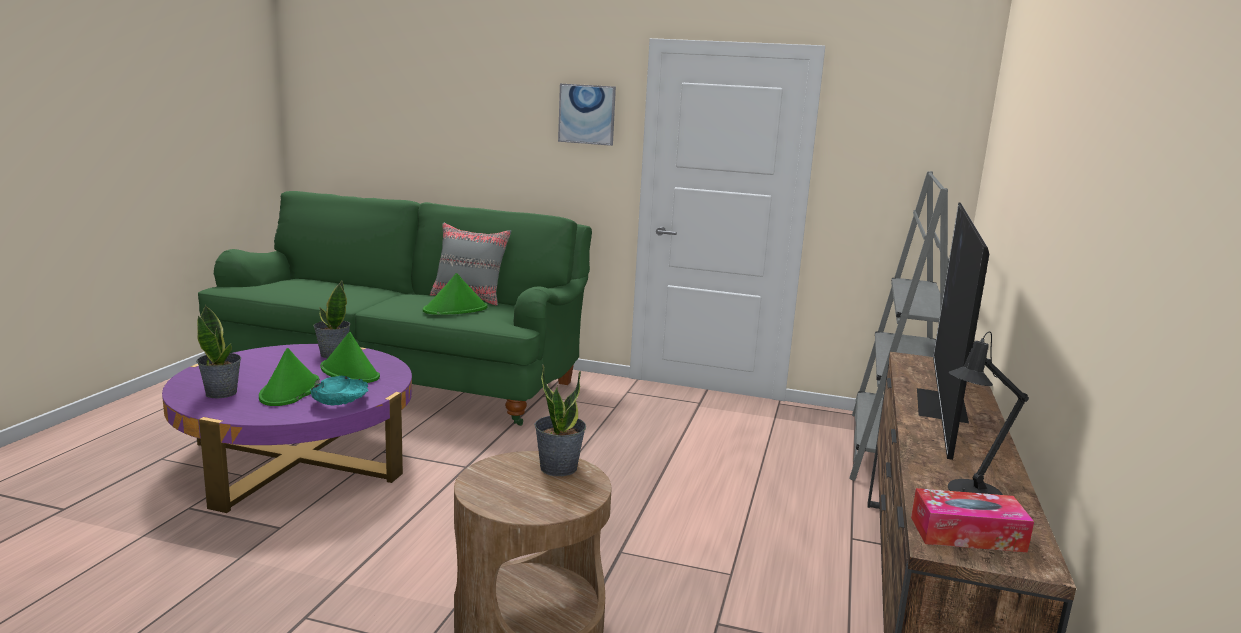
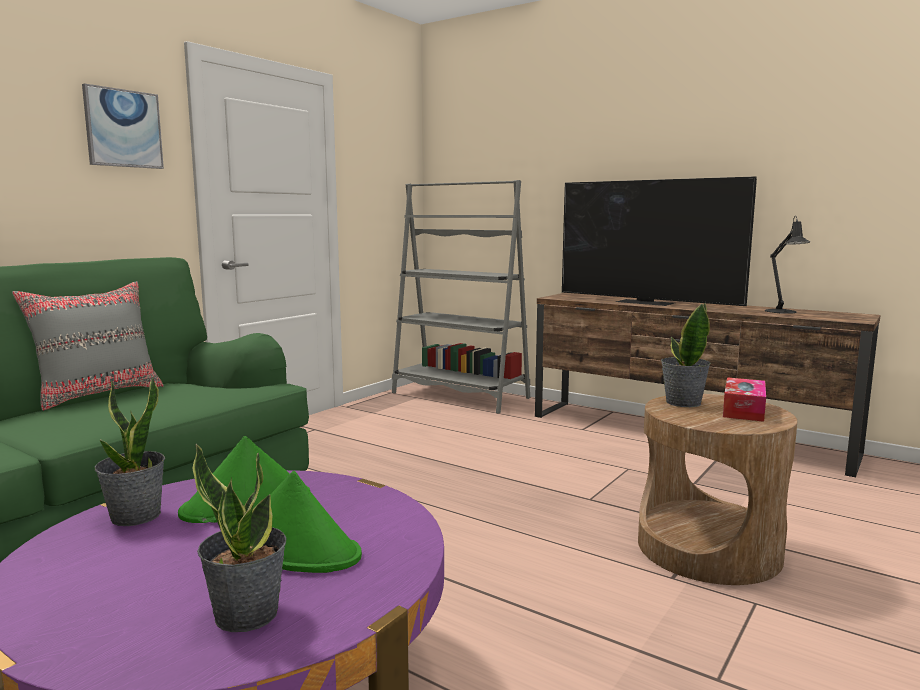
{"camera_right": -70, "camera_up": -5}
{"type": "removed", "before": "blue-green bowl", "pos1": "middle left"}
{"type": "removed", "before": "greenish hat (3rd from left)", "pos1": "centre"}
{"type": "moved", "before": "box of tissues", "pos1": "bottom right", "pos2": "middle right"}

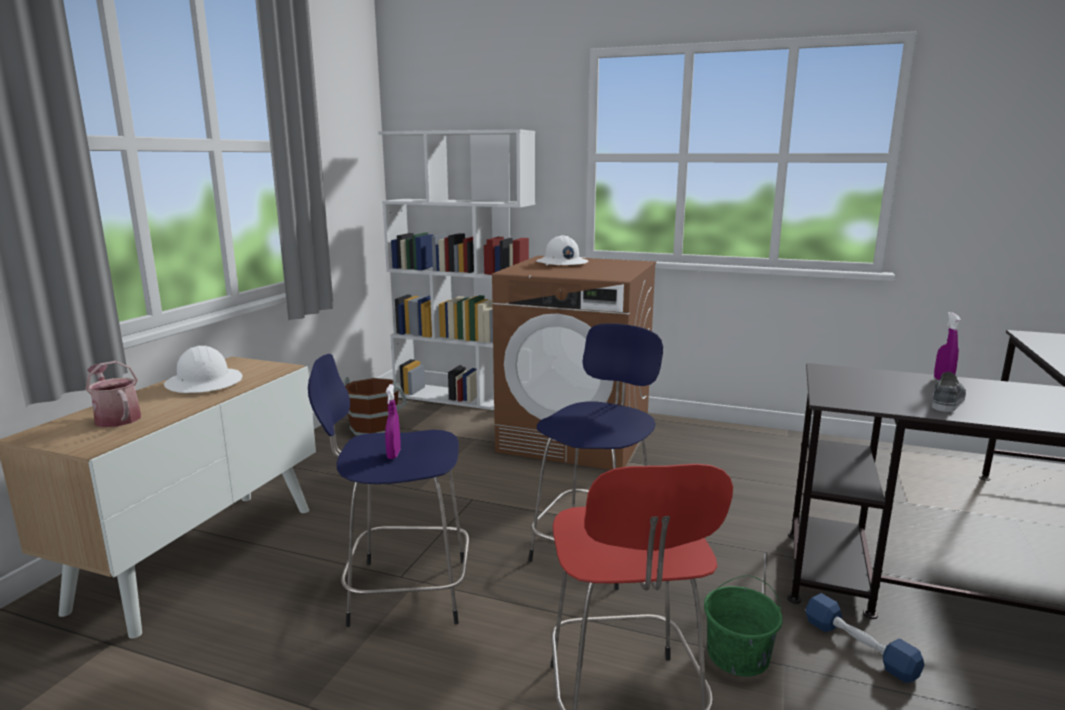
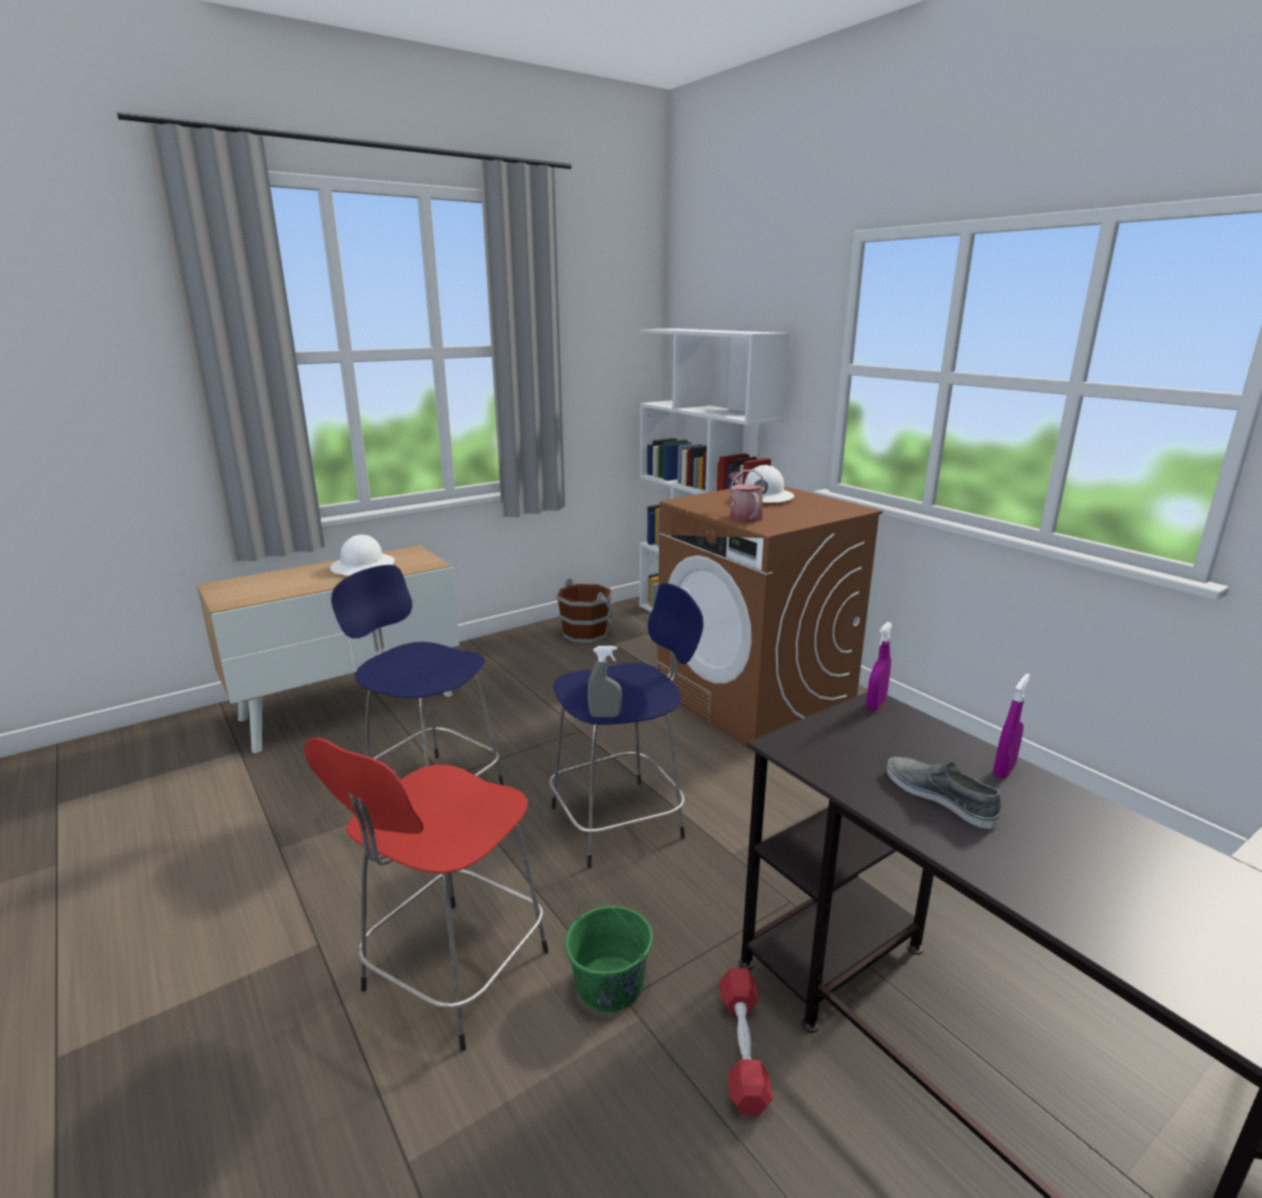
{"camera_right": 35, "camera_up": 5}
{"type": "moved", "before": "watering can", "pos1": "middle left", "pos2": "centre"}
{"type": "moved", "before": "purple-coloured sprayer (1st from left)", "pos1": "centre", "pos2": "middle right"}
{"type": "recoloured", "before": "blue free weight", "after": "red free weight", "pos1": "bottom right", "pos2": "bottom centre"}
{"type": "turned", "before": "grey item of footwear", "pos1": "middle right", "pos2": "middle right", "turn": -105}
{"type": "added", "after": "grey sprayer", "pos2": "centre"}

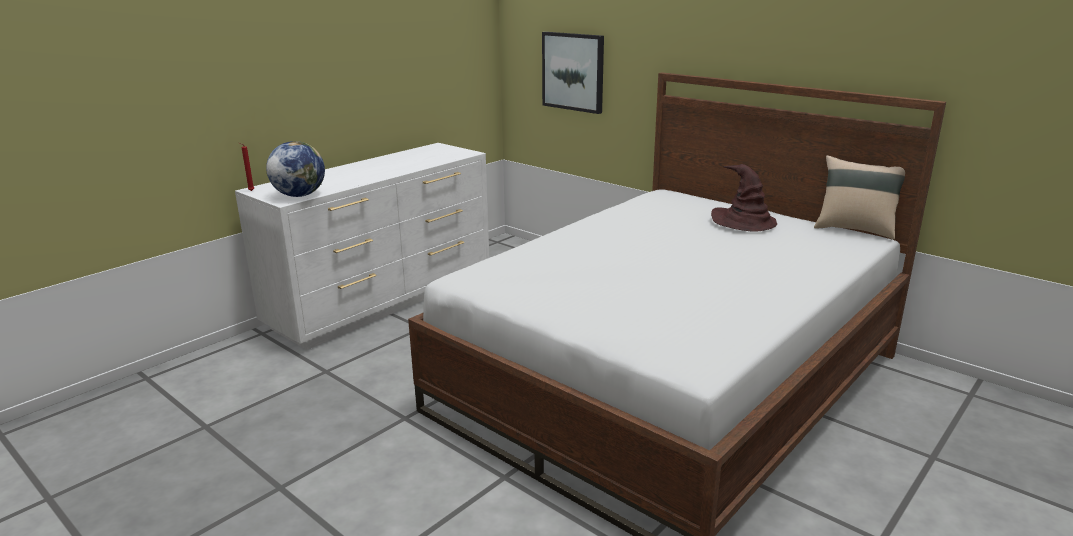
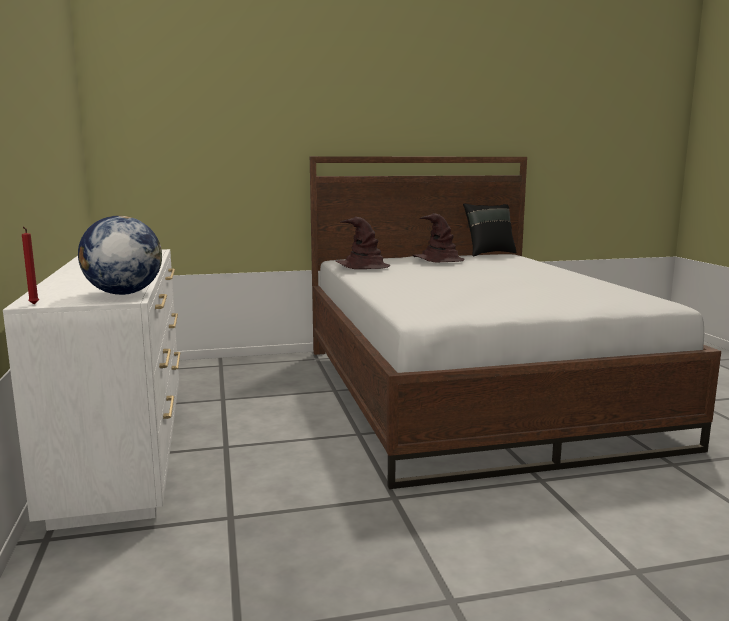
{"camera_right": -55, "camera_up": -10}
{"type": "removed", "before": "wall picture", "pos1": "top centre"}
{"type": "recoloured", "before": "beige cushion", "after": "black cushion", "pos1": "middle right", "pos2": "middle right"}
{"type": "added", "after": "brown-coloured hat (1st from left)", "pos2": "centre"}

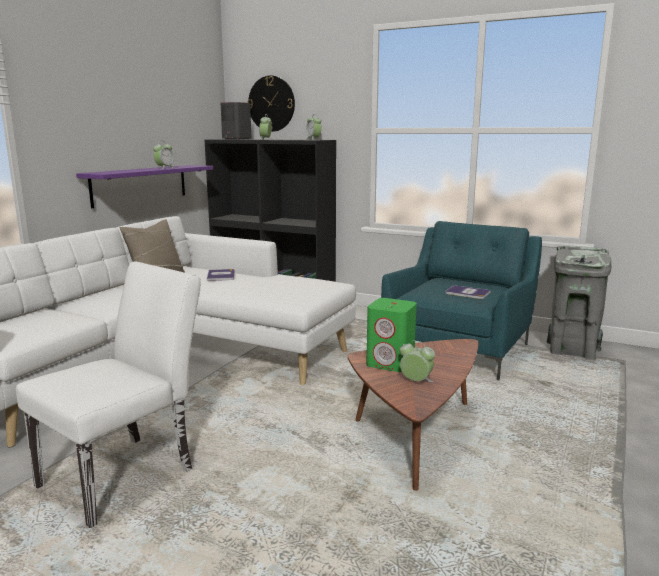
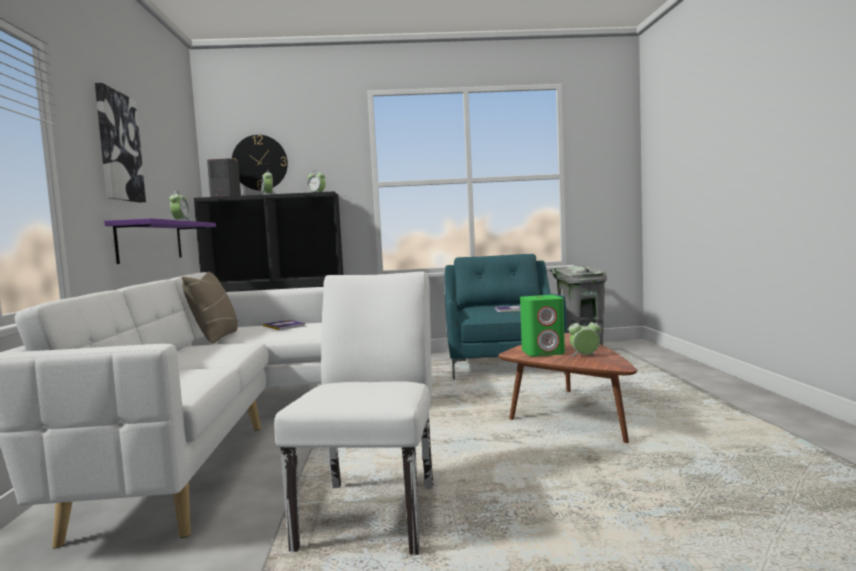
{"camera_right": -30, "camera_up": -10}
{"type": "added", "after": "wall picture", "pos2": "top left"}

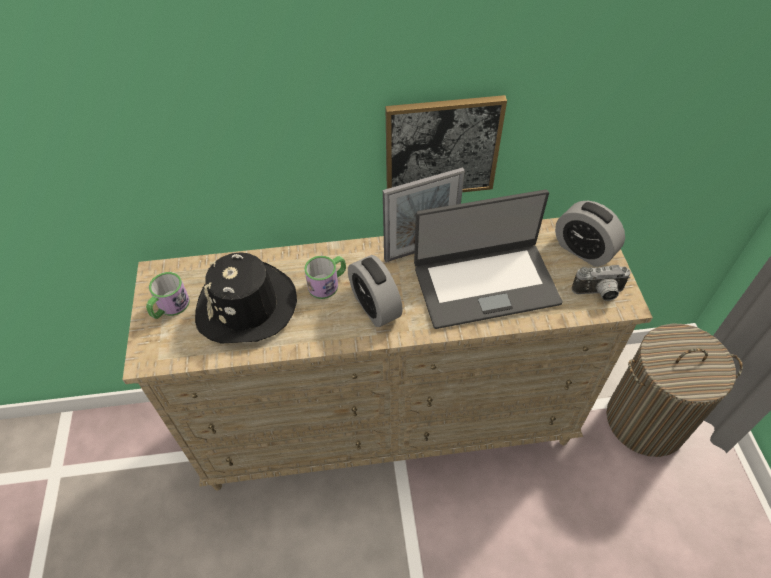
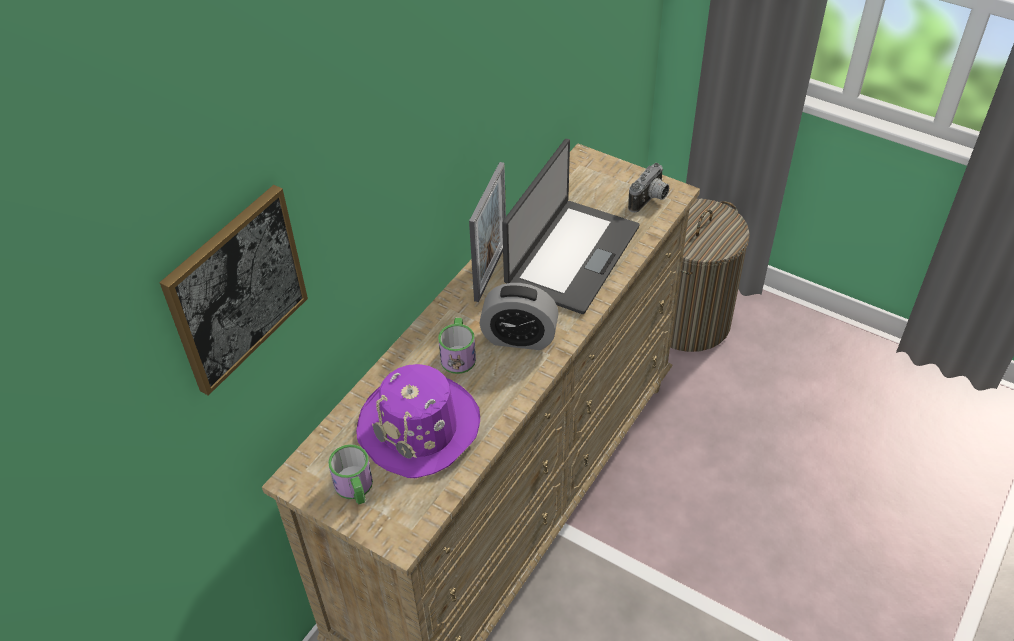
{"camera_right": -50, "camera_up": -5}
{"type": "recoloured", "before": "black hat", "after": "purple-coloured hat", "pos1": "middle left", "pos2": "centre"}
{"type": "moved", "before": "wall picture", "pos1": "top centre", "pos2": "middle left"}
{"type": "removed", "before": "table clock (2nd from left)", "pos1": "middle right"}

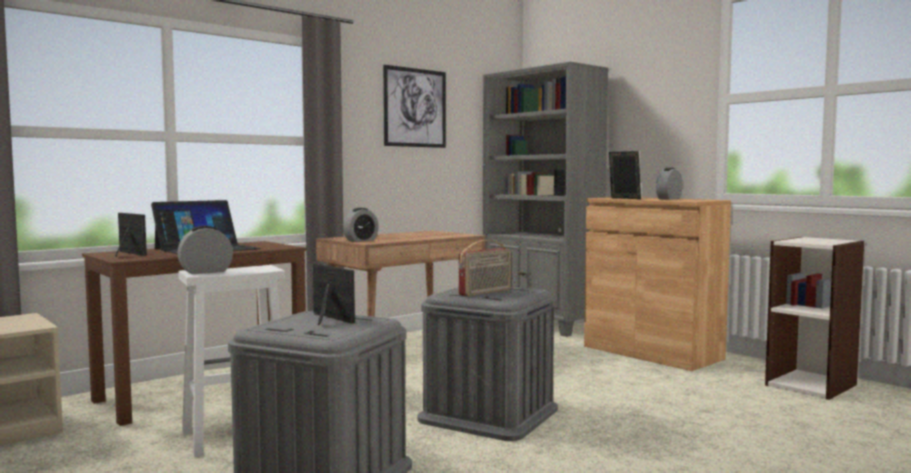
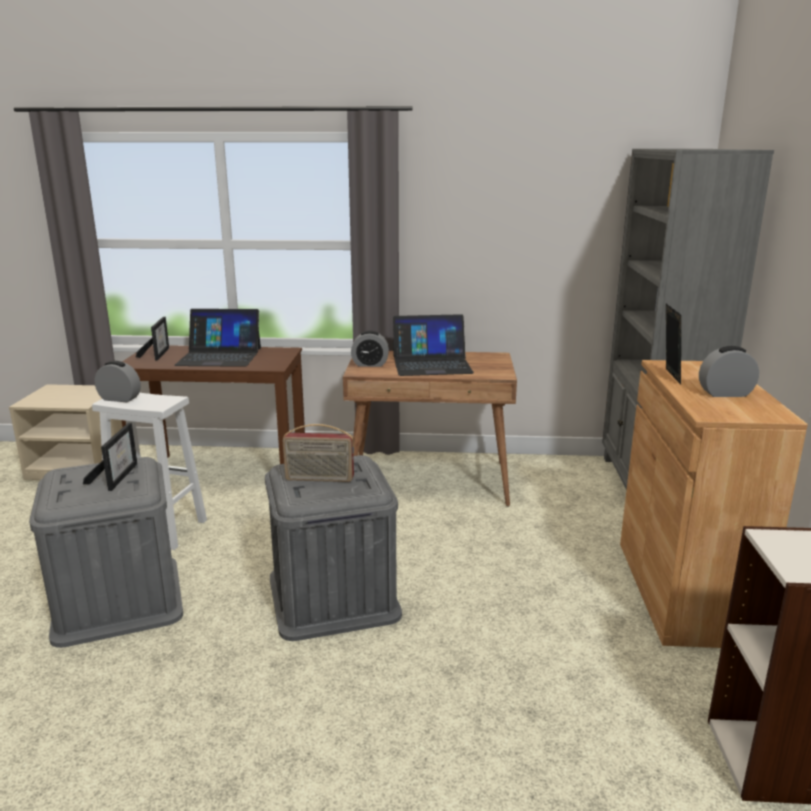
{"camera_right": 45, "camera_up": 15}
{"type": "removed", "before": "wall picture", "pos1": "top centre"}
{"type": "added", "after": "portable computer (2nd from left)", "pos2": "centre"}

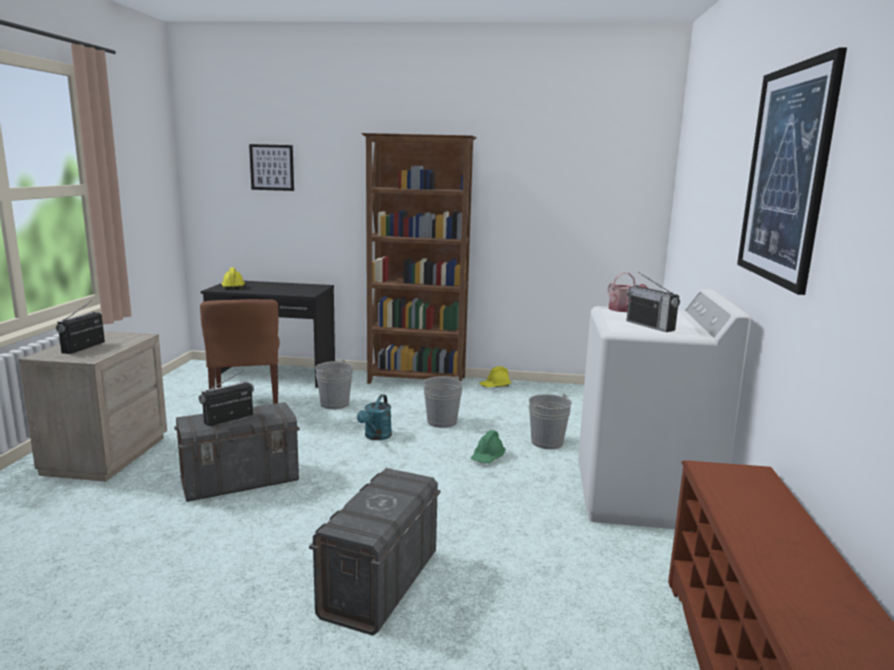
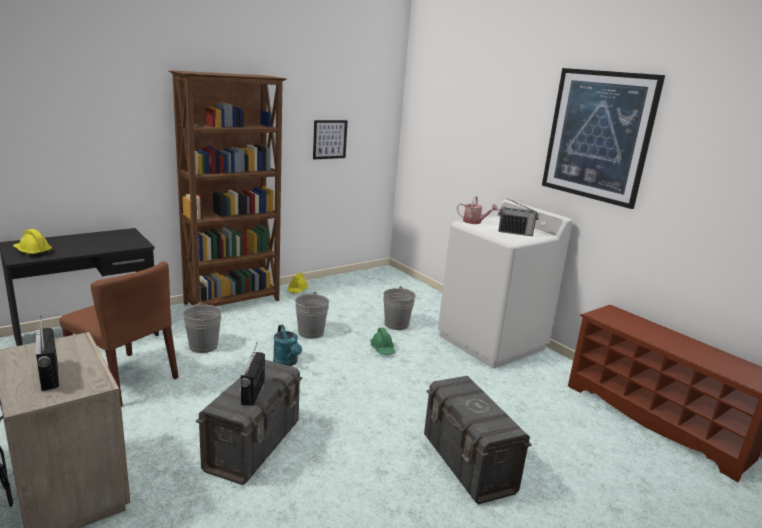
{"camera_right": -45, "camera_up": 5}
{"type": "moved", "before": "wall picture (1st from left)", "pos1": "top left", "pos2": "top centre"}

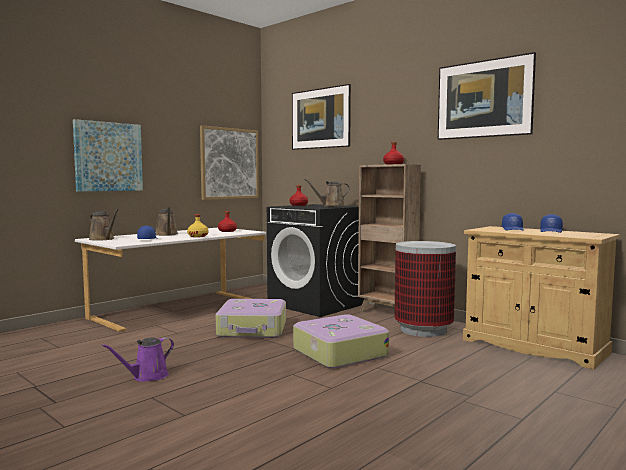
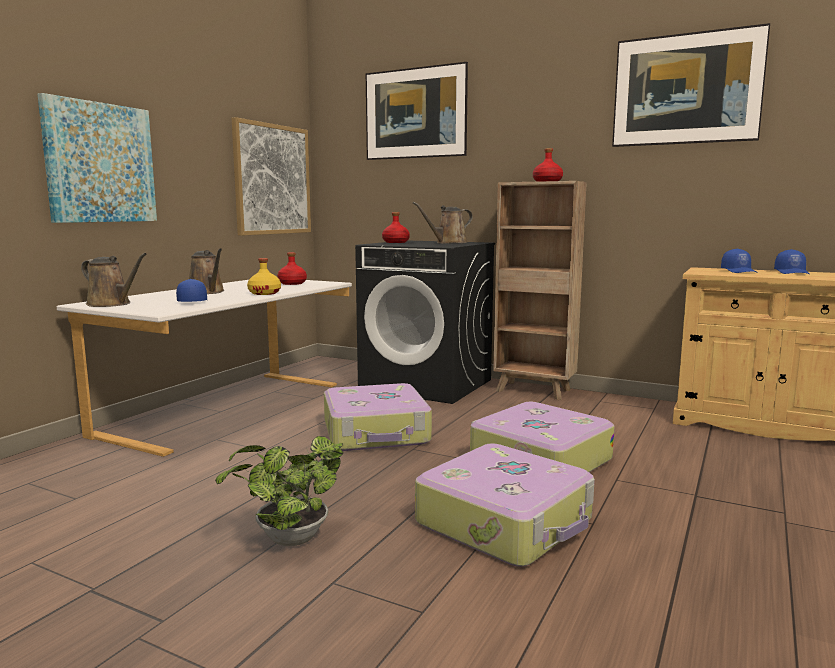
{"camera_right": -15, "camera_up": 5}
{"type": "replaced", "before": "purple-coloured watering can", "after": "houseplant", "pos1": "bottom left", "pos2": "bottom centre"}
{"type": "removed", "before": "rubbish bin", "pos1": "middle right"}
{"type": "added", "after": "travel case (2nd from left)", "pos2": "bottom centre"}

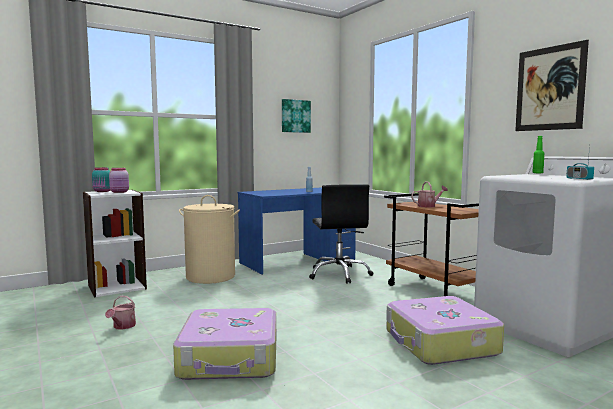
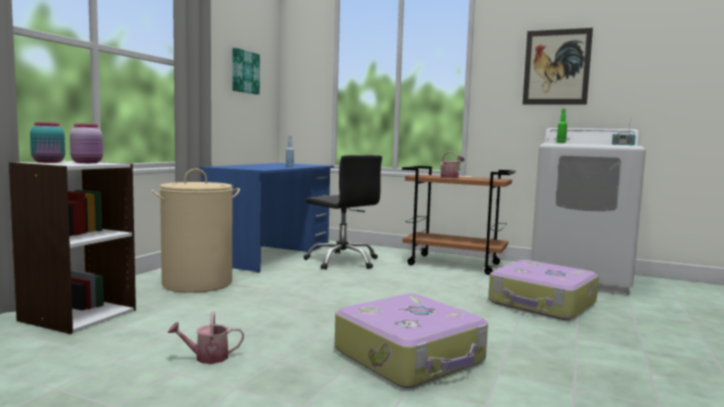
{"camera_right": -35, "camera_up": 0}
{"type": "turned", "before": "watering can (1st from left)", "pos1": "bottom left", "pos2": "bottom left", "turn": 105}

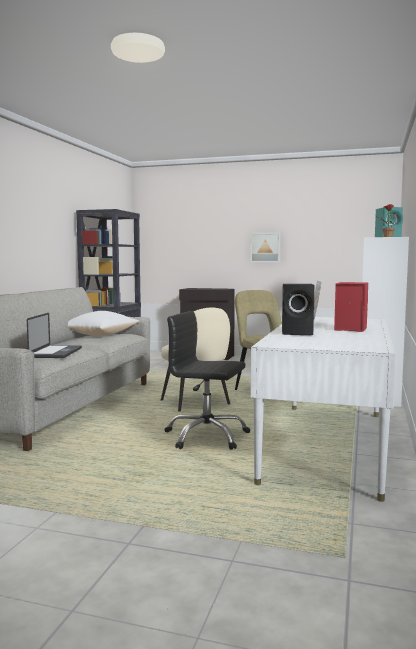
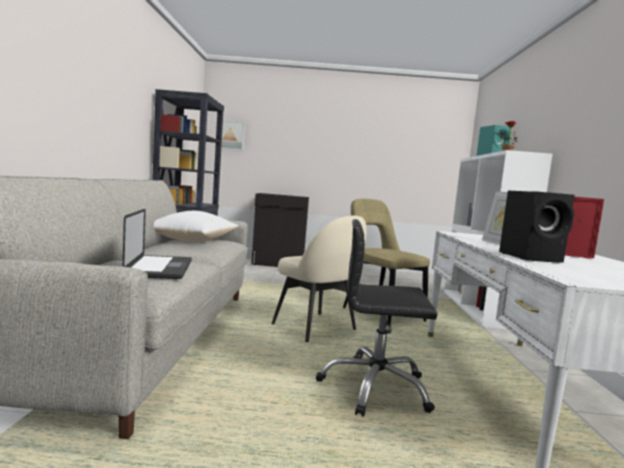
{"camera_right": -15, "camera_up": 0}
{"type": "moved", "before": "wall picture", "pos1": "centre", "pos2": "top centre"}

